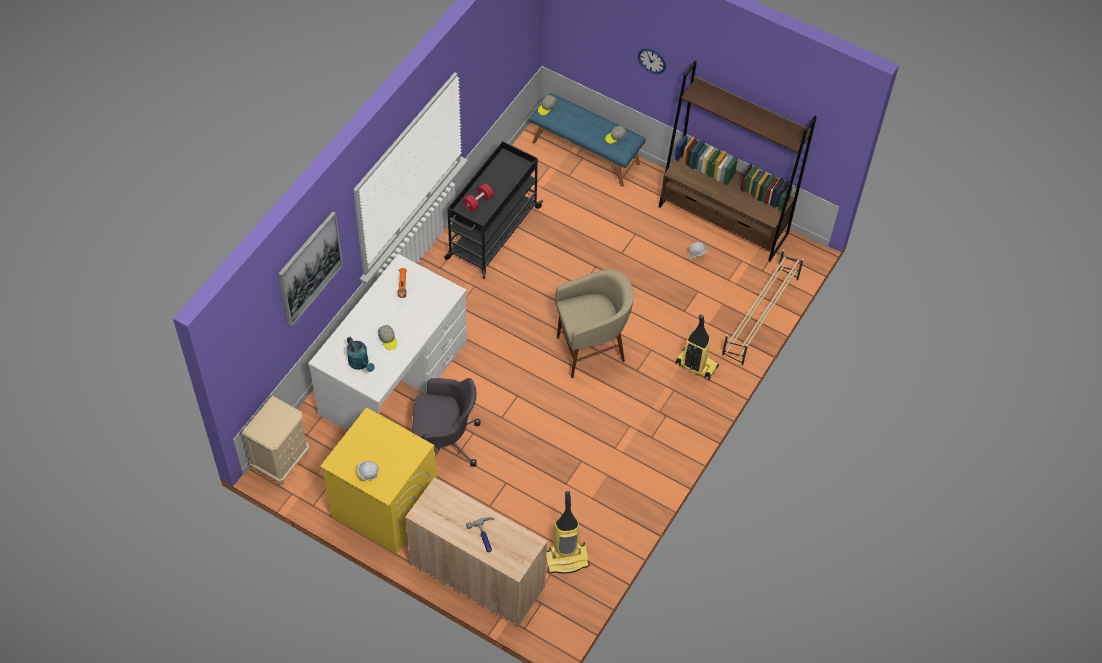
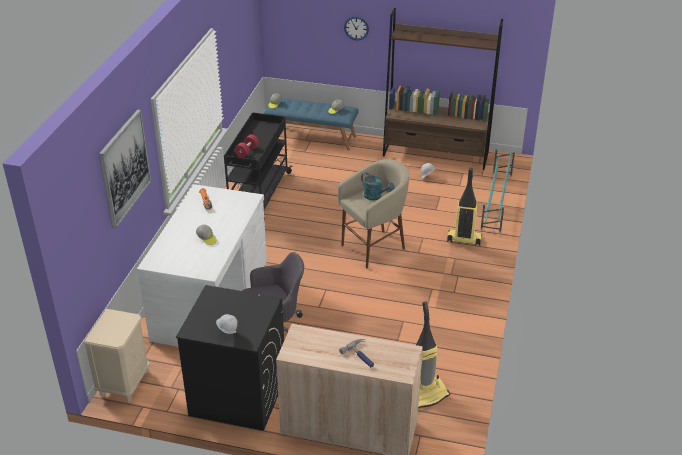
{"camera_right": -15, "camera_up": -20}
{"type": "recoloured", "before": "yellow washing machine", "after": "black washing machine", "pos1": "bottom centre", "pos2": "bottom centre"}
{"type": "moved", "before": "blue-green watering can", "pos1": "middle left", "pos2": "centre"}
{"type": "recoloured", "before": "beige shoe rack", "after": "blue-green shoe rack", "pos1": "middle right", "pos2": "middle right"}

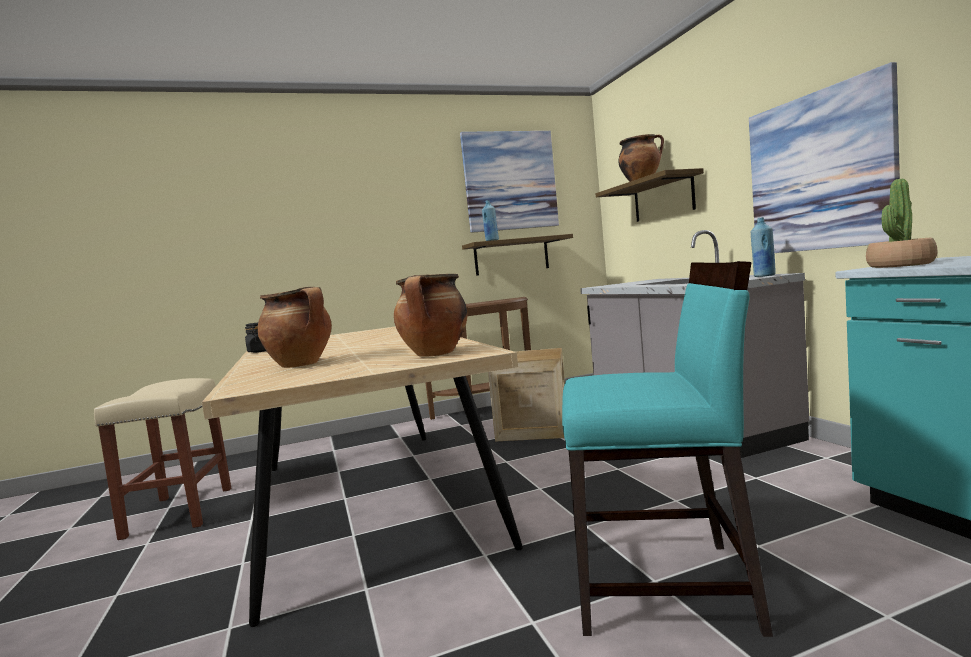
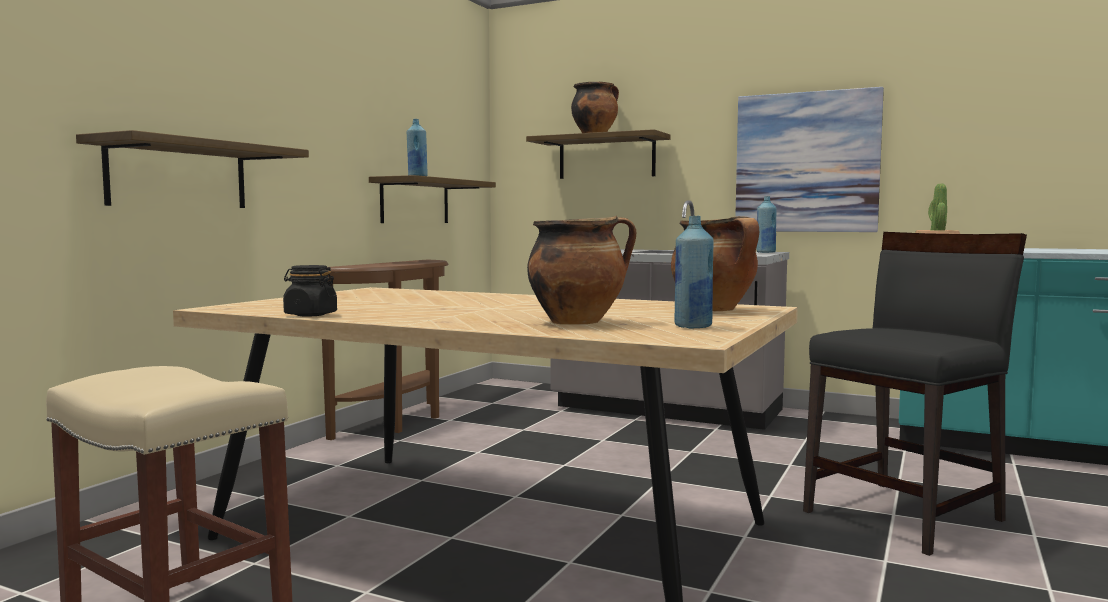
{"camera_right": -45, "camera_up": 0}
{"type": "removed", "before": "wall picture (1st from left)", "pos1": "top centre"}
{"type": "removed", "before": "packing crate", "pos1": "centre"}
{"type": "recoloured", "before": "blue-green plain chair", "after": "black plain chair", "pos1": "bottom right", "pos2": "middle right"}
{"type": "added", "after": "bracket shelf (1st from left)", "pos2": "top left"}
{"type": "added", "after": "blue beverage bottle (2nd from left)", "pos2": "centre"}

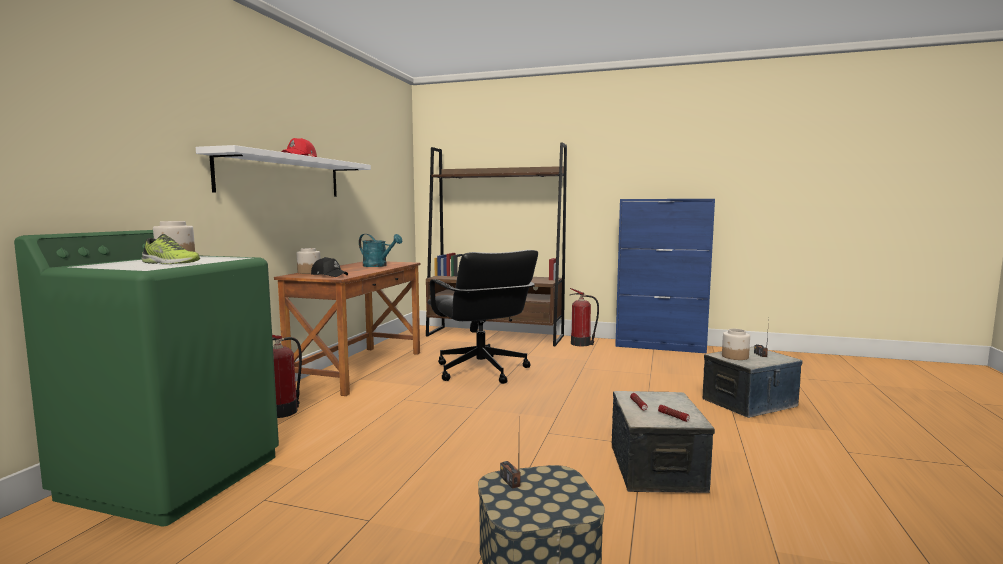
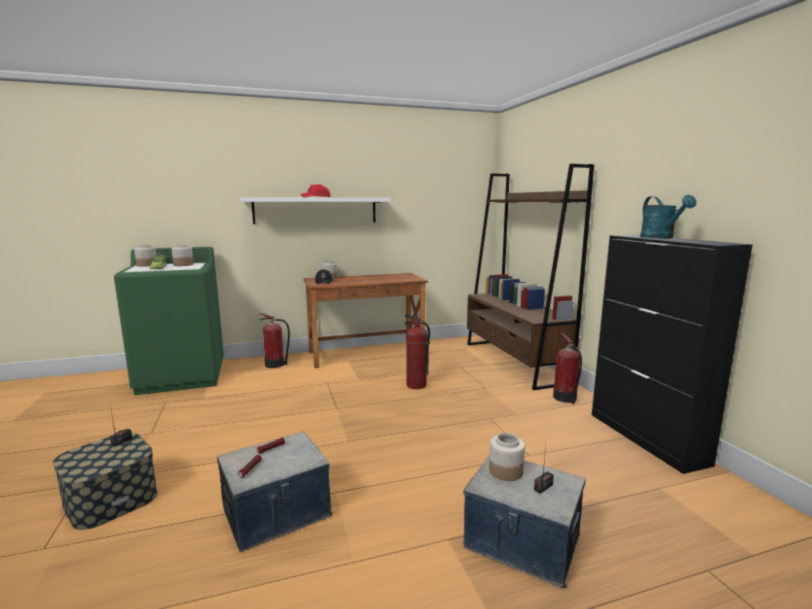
{"camera_right": 55, "camera_up": 5}
{"type": "moved", "before": "blue-green watering can", "pos1": "centre", "pos2": "middle right"}
{"type": "replaced", "before": "black office chair", "after": "extinguisher (2nd from left)", "pos1": "centre", "pos2": "centre"}
{"type": "recoloured", "before": "blue cupboard", "after": "black cupboard", "pos1": "centre", "pos2": "middle right"}
{"type": "added", "after": "jar (1st from left)", "pos2": "middle left"}

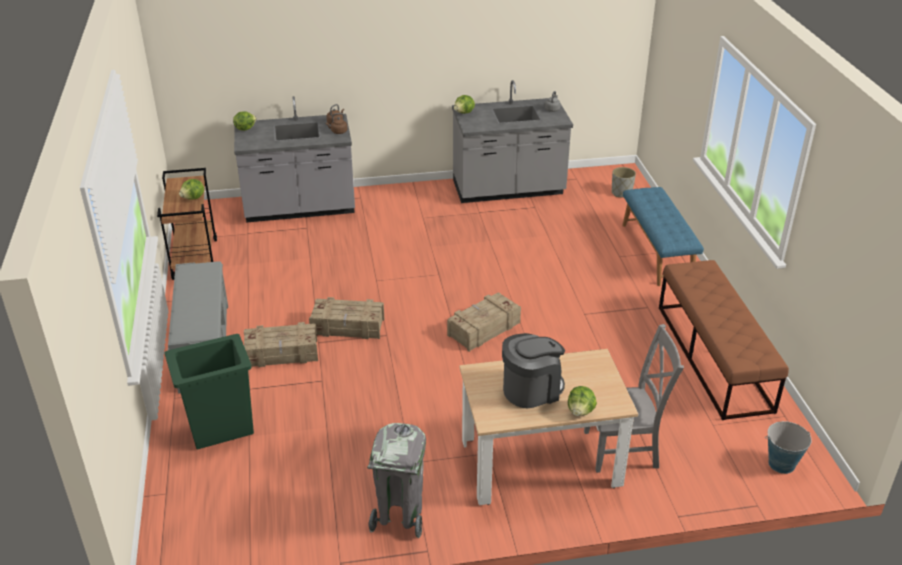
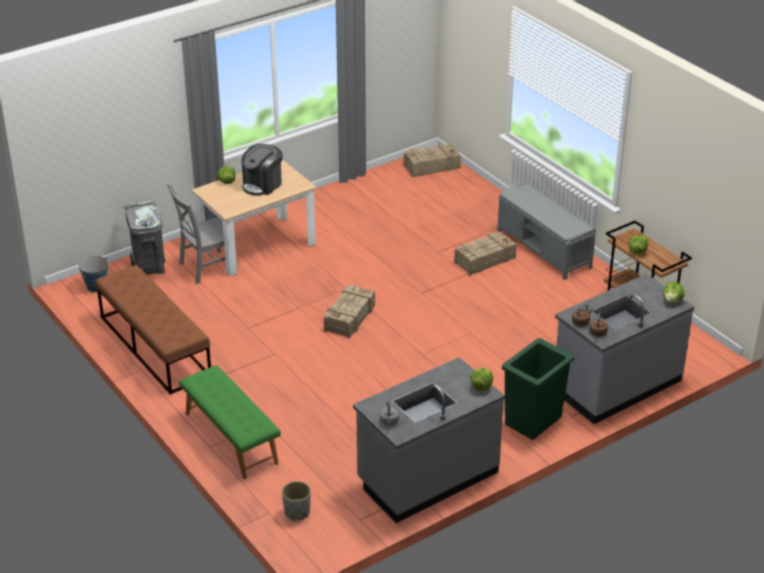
{"camera_right": 155, "camera_up": 0}
{"type": "moved", "before": "greenish rubbish bin", "pos1": "bottom left", "pos2": "bottom right"}
{"type": "moved", "before": "packing crate (2nd from left)", "pos1": "centre", "pos2": "top centre"}
{"type": "moved", "before": "grey rubbish bin", "pos1": "bottom centre", "pos2": "middle left"}
{"type": "recoloured", "before": "blue long seat", "after": "greenish long seat", "pos1": "middle right", "pos2": "bottom left"}

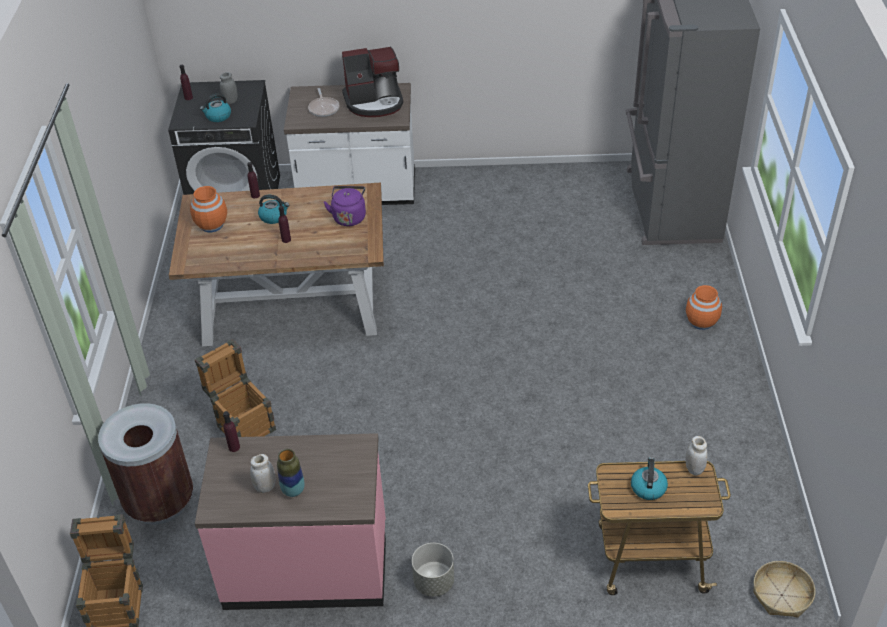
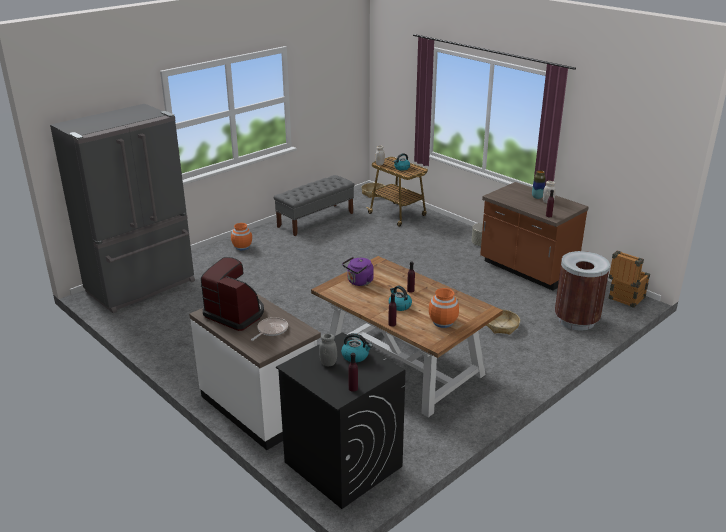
{"camera_right": -135, "camera_up": -15}
{"type": "replaced", "before": "packing crate (2nd from left)", "after": "household basket (2nd from left)", "pos1": "middle left", "pos2": "middle right"}
{"type": "recoloured", "before": "pinkish kitchen counter", "after": "brown-coloured kitchen counter", "pos1": "bottom left", "pos2": "middle right"}
{"type": "added", "after": "grey long seat", "pos2": "centre"}

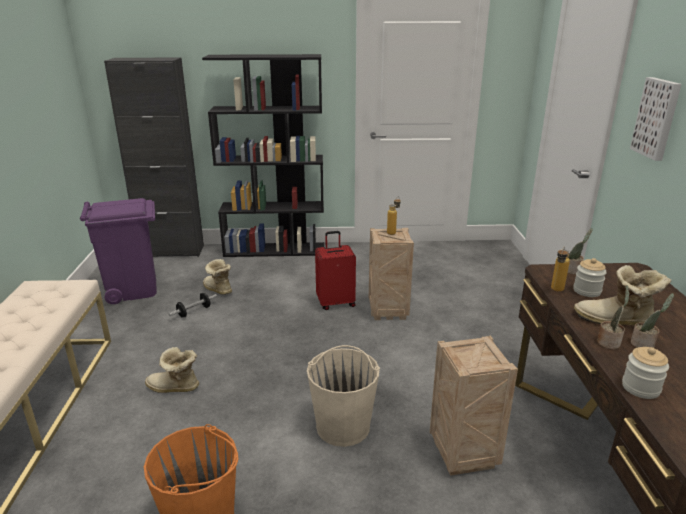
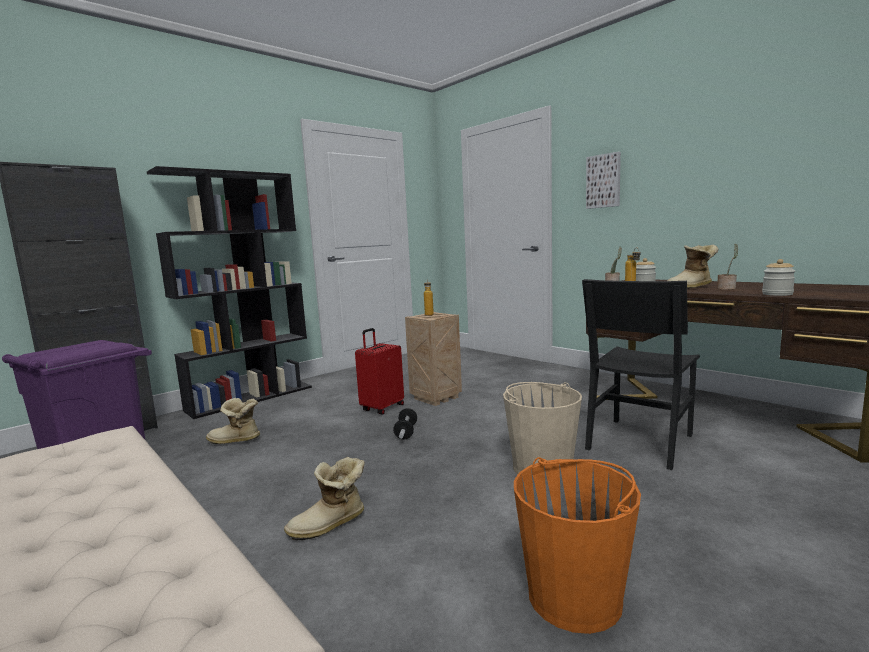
{"camera_right": -40, "camera_up": -15}
{"type": "moved", "before": "free weight", "pos1": "middle left", "pos2": "centre"}
{"type": "replaced", "before": "packing crate (2nd from left)", "after": "black plain chair", "pos1": "bottom right", "pos2": "middle right"}
{"type": "removed", "before": "houseplant (2nd from left)", "pos1": "middle right"}

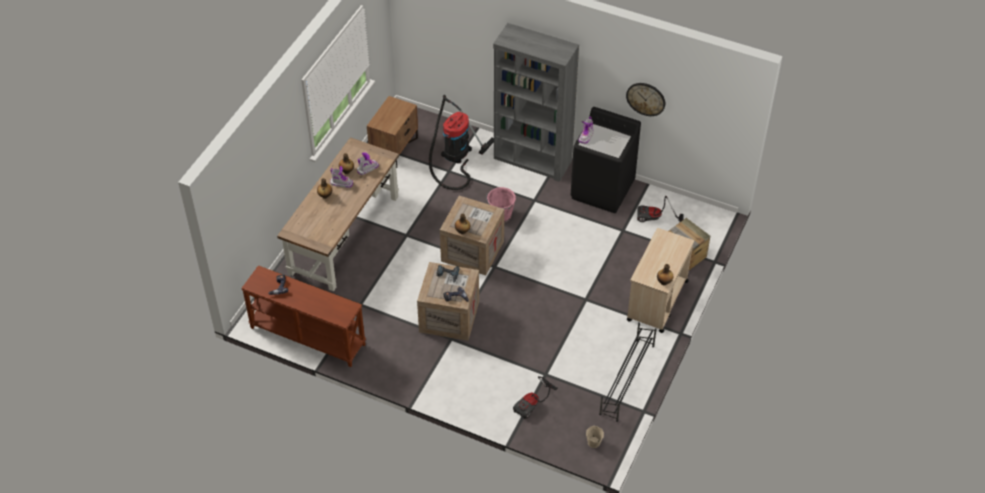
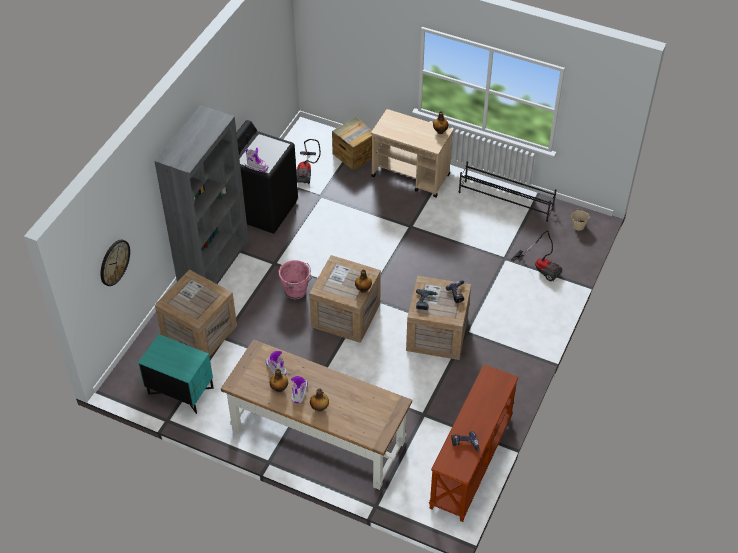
{"camera_right": -90, "camera_up": 0}
{"type": "recoloured", "before": "brown-coloured night table", "after": "blue-green night table", "pos1": "top centre", "pos2": "bottom left"}
{"type": "replaced", "before": "vacuum (1st from left)", "after": "packing crate (1st from left)", "pos1": "top centre", "pos2": "middle left"}
{"type": "moved", "before": "wall clock", "pos1": "top centre", "pos2": "middle left"}

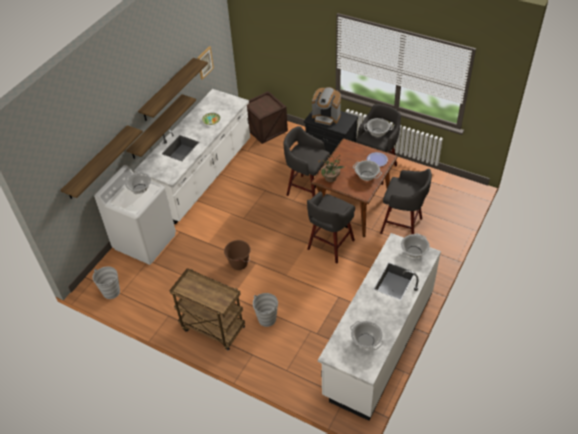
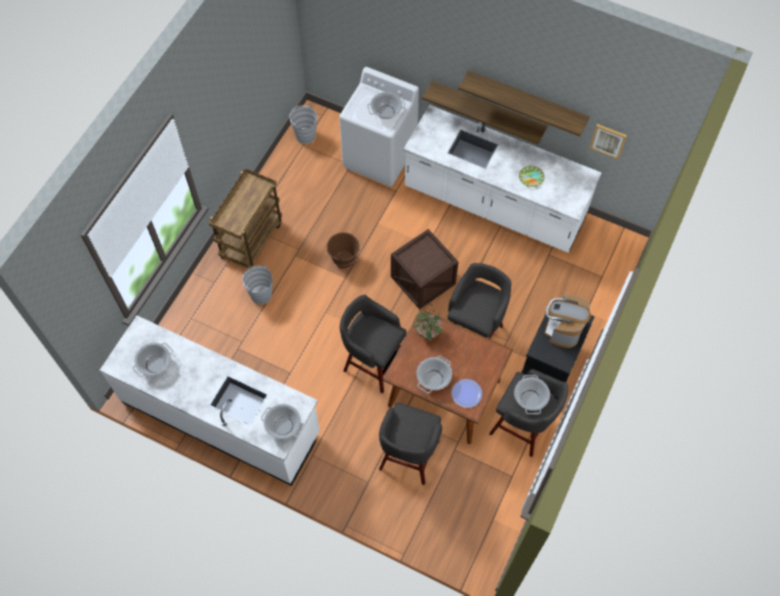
{"camera_right": 85, "camera_up": 15}
{"type": "removed", "before": "bracket shelf (1st from left)", "pos1": "middle left"}
{"type": "moved", "before": "packing crate", "pos1": "top centre", "pos2": "centre"}

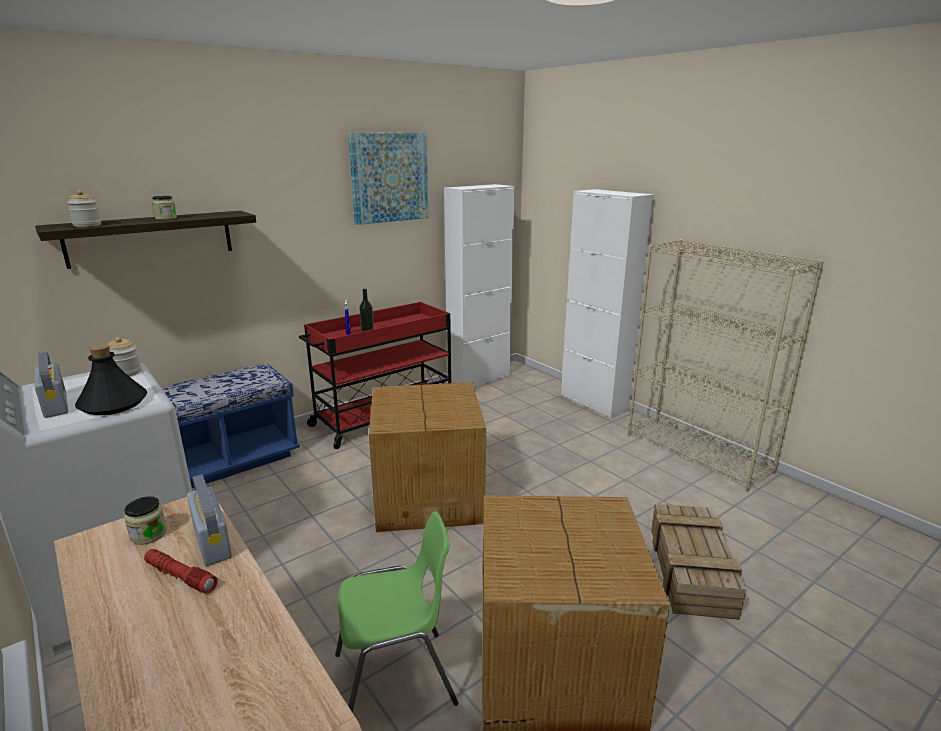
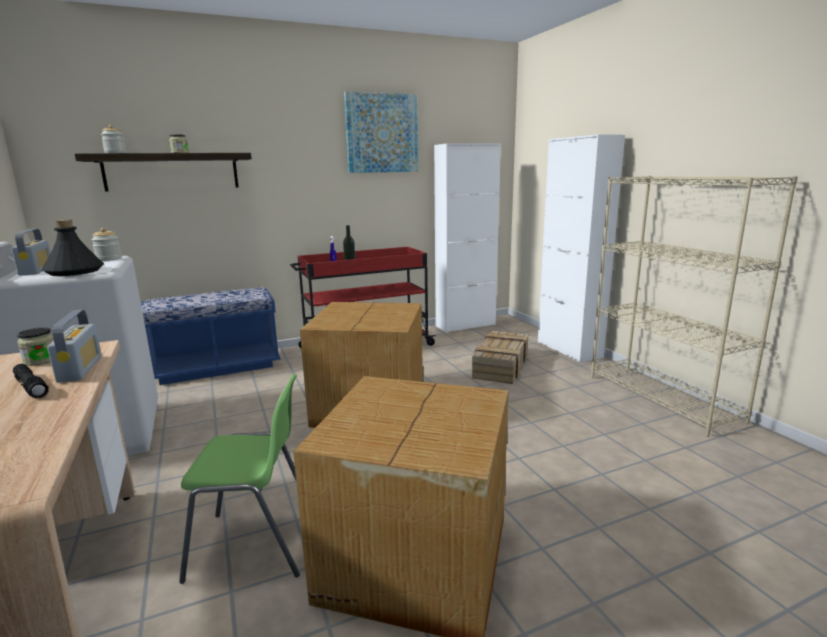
{"camera_right": 15, "camera_up": -5}
{"type": "recoloured", "before": "red flashlight", "after": "black flashlight", "pos1": "bottom left", "pos2": "middle left"}
{"type": "moved", "before": "packing crate", "pos1": "bottom right", "pos2": "centre"}

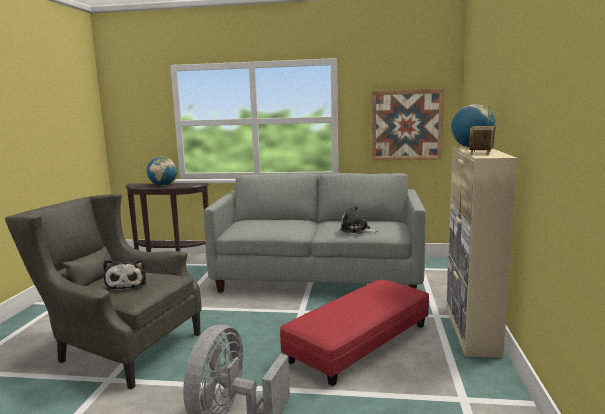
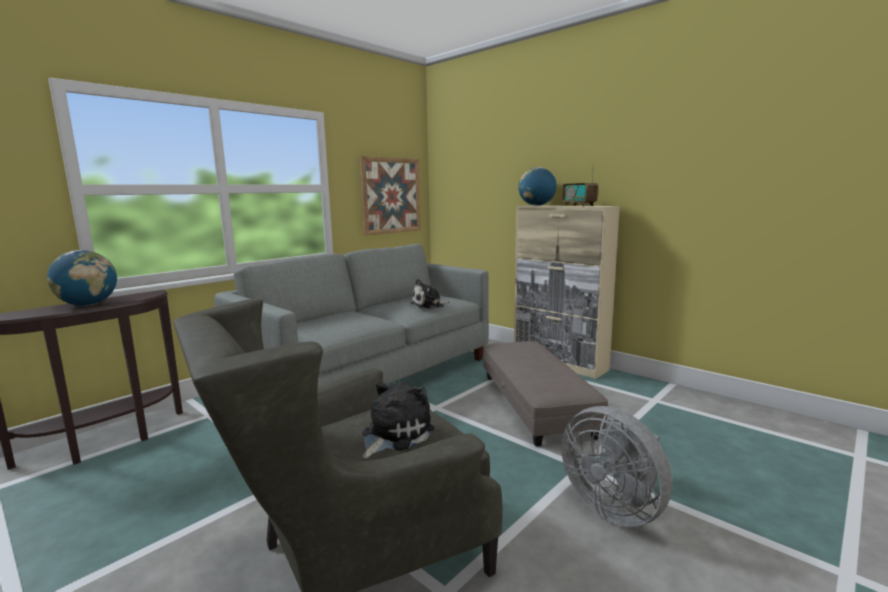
{"camera_right": -55, "camera_up": 0}
{"type": "turned", "before": "soft toy (1st from left)", "pos1": "middle left", "pos2": "bottom centre", "turn": -75}
{"type": "recoloured", "before": "red footrest", "after": "grey footrest", "pos1": "bottom centre", "pos2": "centre"}

